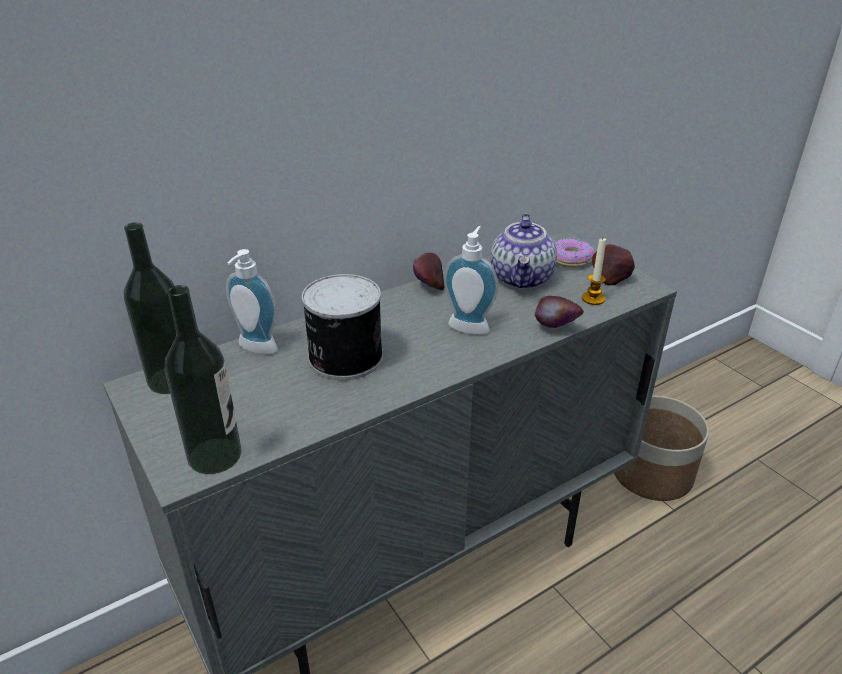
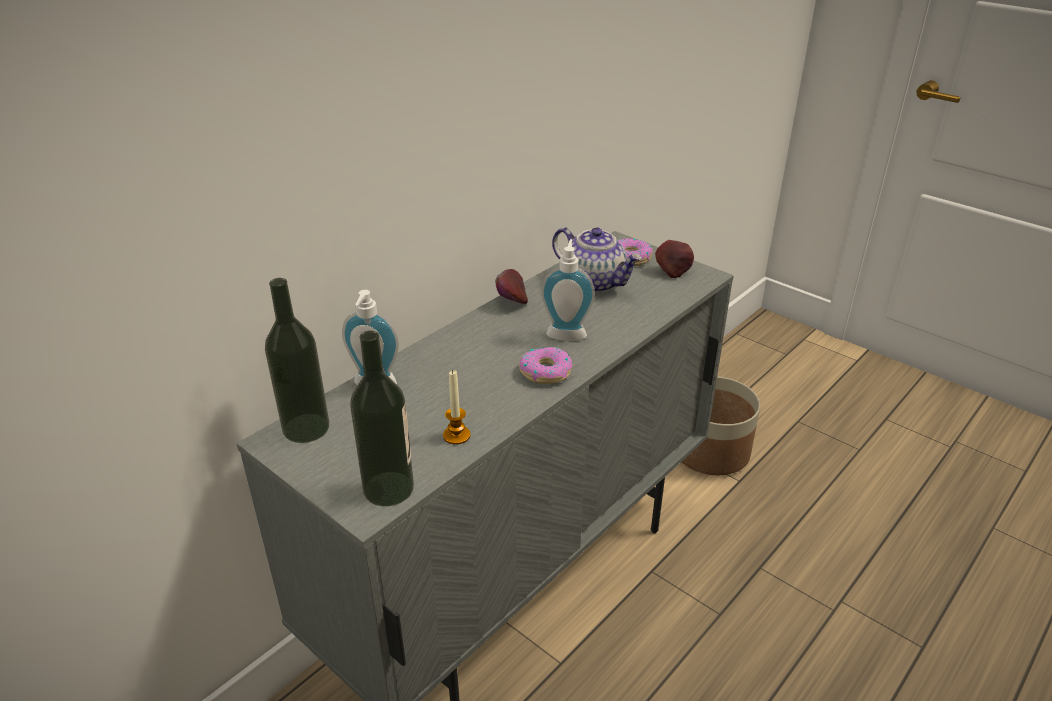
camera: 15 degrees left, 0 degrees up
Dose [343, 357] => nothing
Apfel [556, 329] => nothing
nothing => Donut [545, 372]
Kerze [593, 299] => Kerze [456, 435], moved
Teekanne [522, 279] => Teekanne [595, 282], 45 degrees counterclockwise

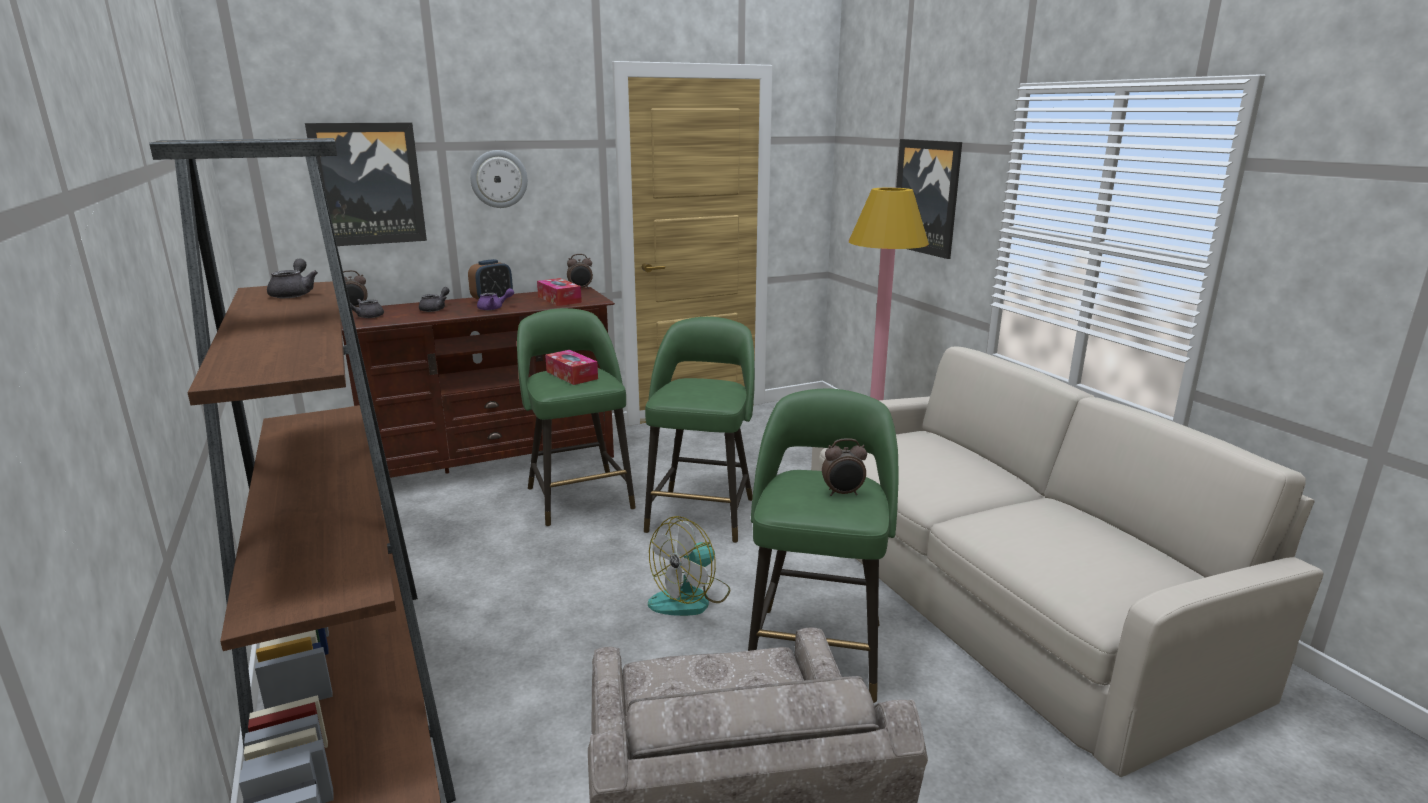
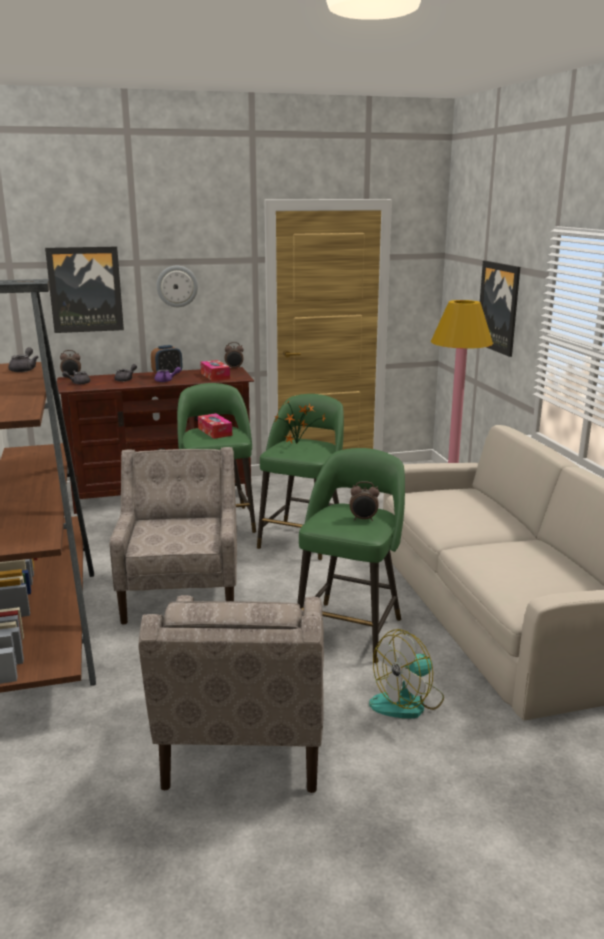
camera: 10 degrees right, 0 degrees up
nothing => Sessel/beige [182, 591]
nothing => Topfpflanze [297, 444]
Ventilator [691, 598] => Ventilator [408, 702], moved

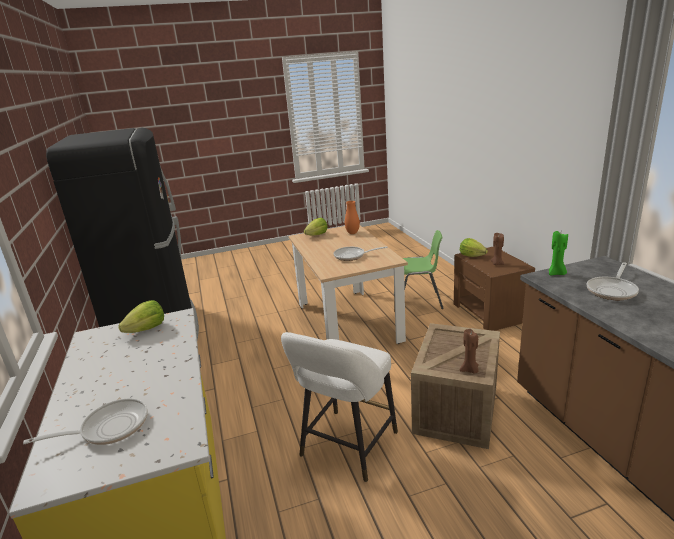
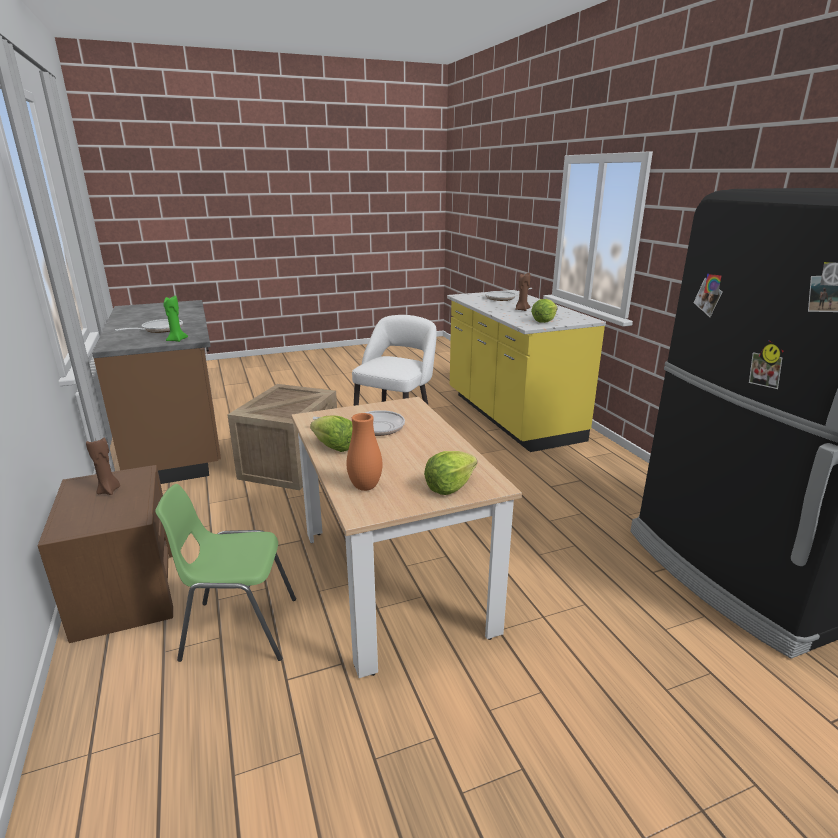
camera: 175 degrees right, 0 degrees up
Salatkopf [472, 255] => Salatkopf [334, 447], moved
Kerze/braun [470, 370] => Kerze/braun [521, 309], moved

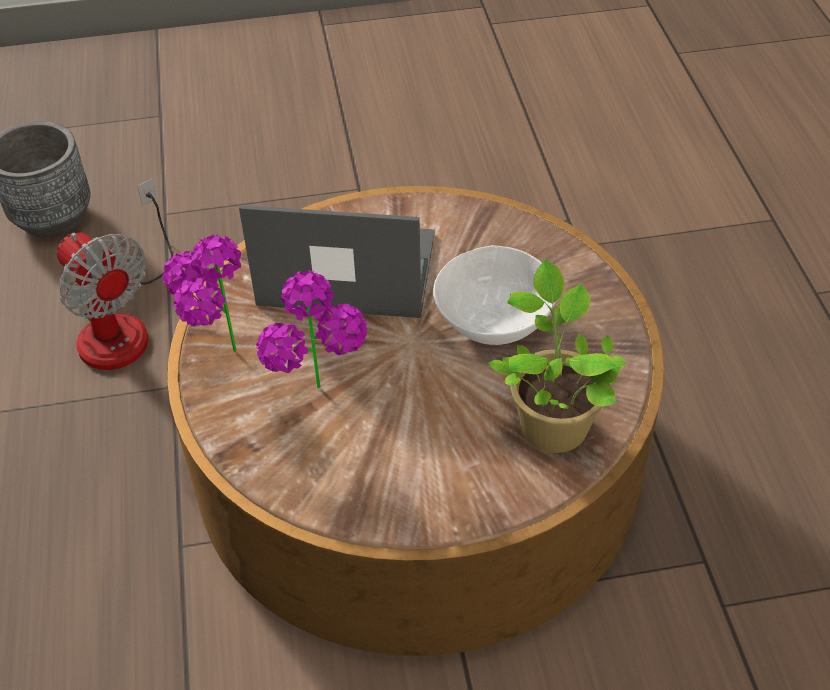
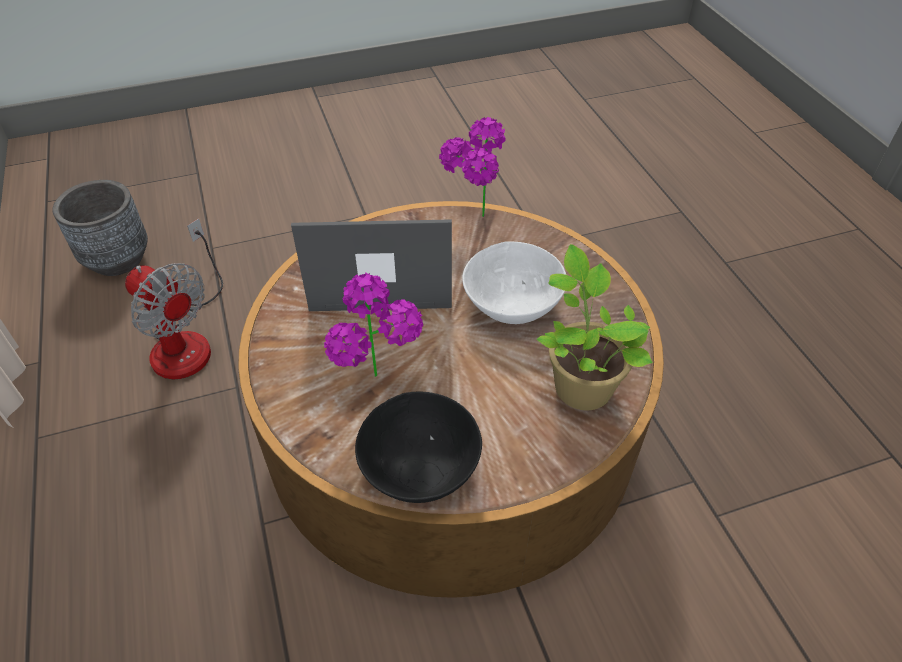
camera: 10 degrees left, 0 degrees up
nothing => Schüssel/schwarz [420, 468]
Topfpflanze [217, 358] => Topfpflanze [472, 221], moved

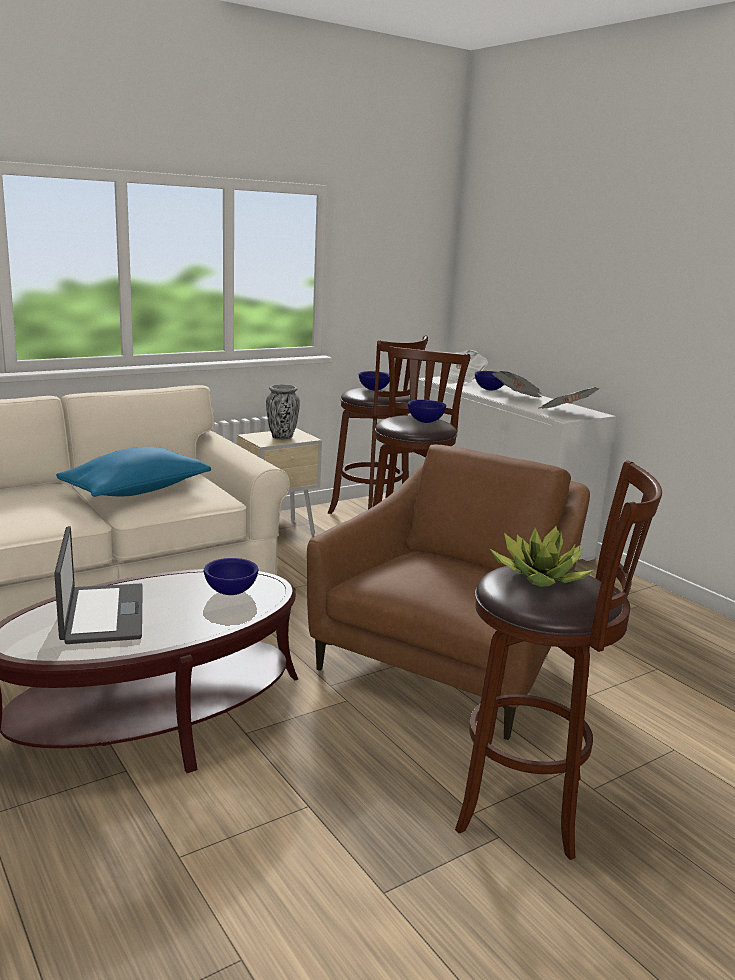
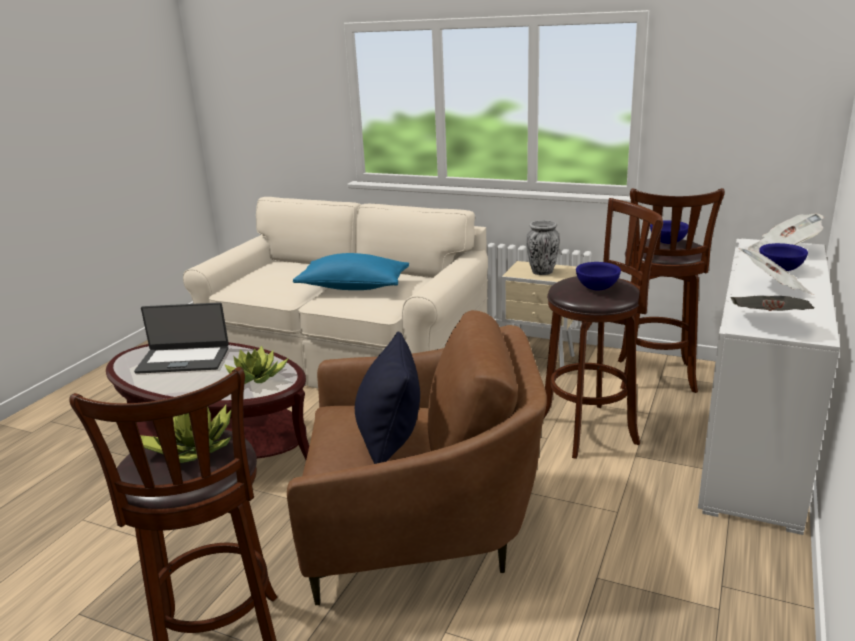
camera: 60 degrees right, 5 degrees up
nothing => Kissen/schwarz [390, 440]
Schüssel/blau [231, 591] => Topfpflanze [256, 377]
Laptop [101, 614] => Laptop [183, 359], 45 degrees clockwise

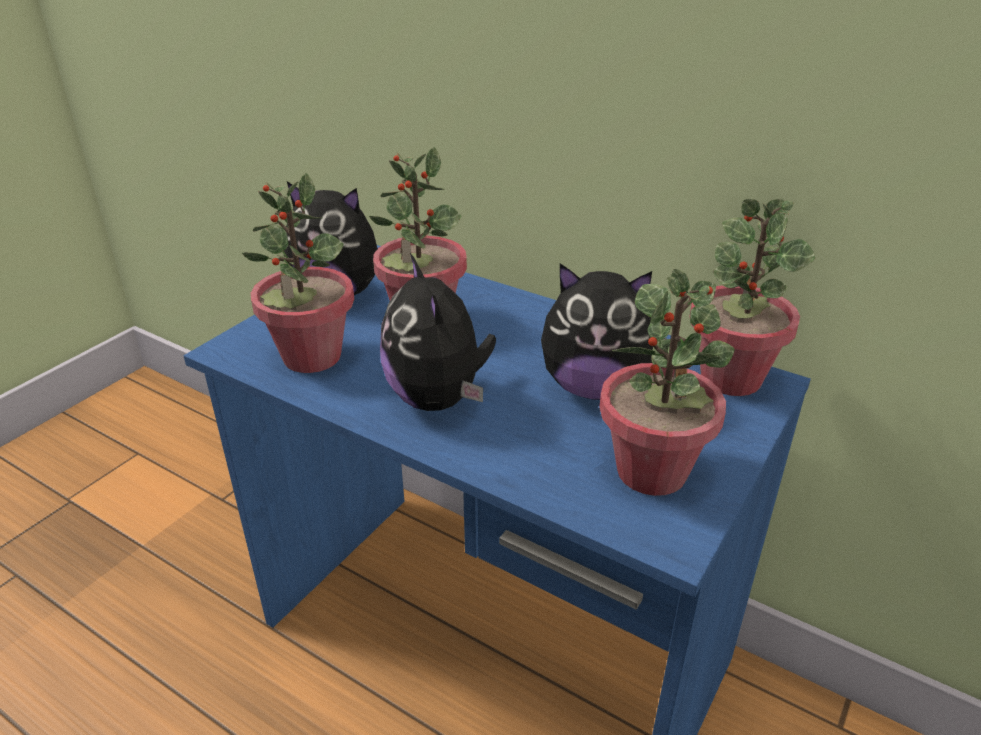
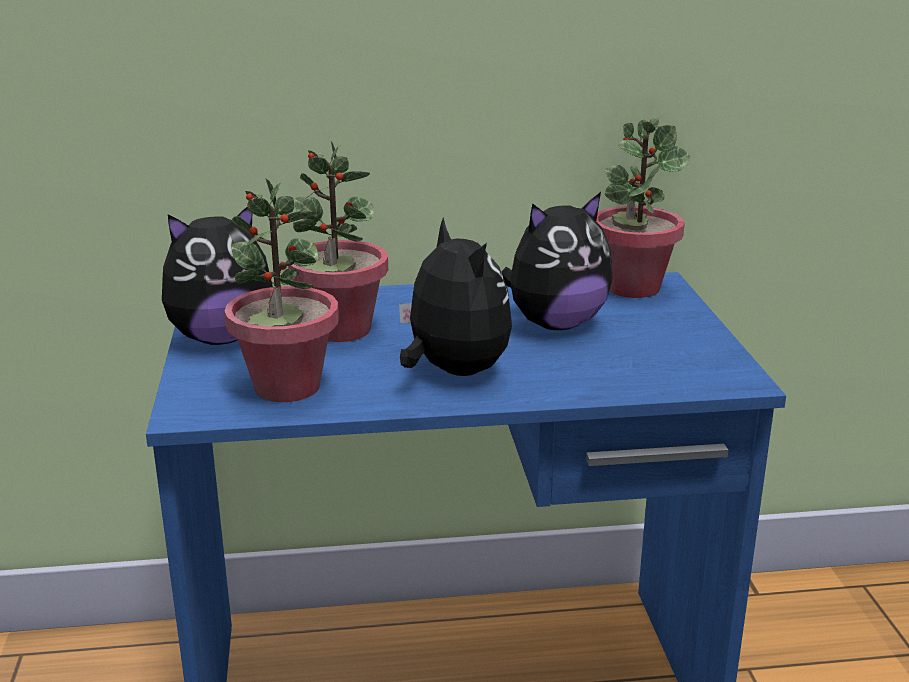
camera: 40 degrees left, 10 degrees down
Topfpflanze [652, 471] => nothing
Plüschtier [439, 398] => Plüschtier [453, 372], 150 degrees counterclockwise

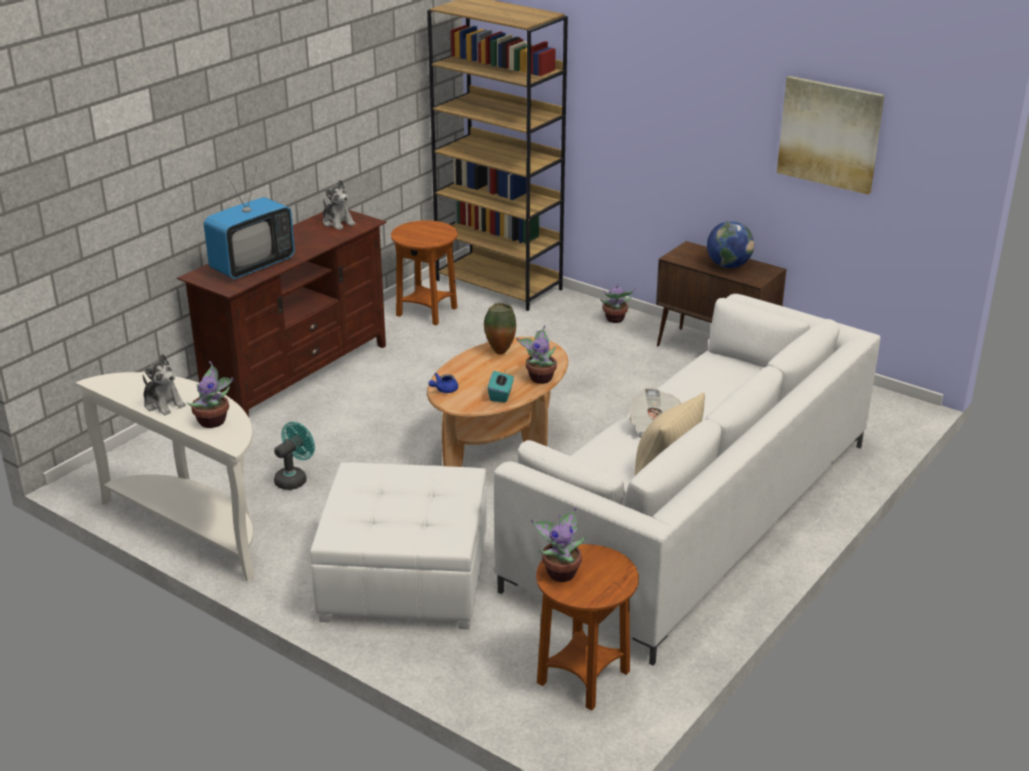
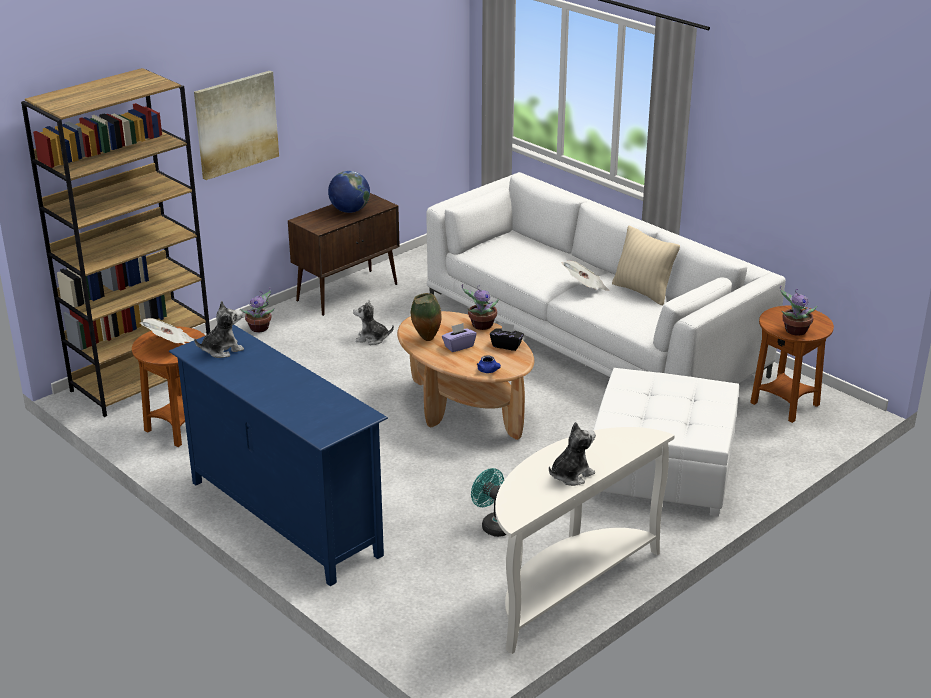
camera: 80 degrees left, 0 degrees up
Topfpflanze [214, 421] => nothing
Fernseher [252, 266] => nothing
nothing => Zeitung [170, 344]
nothing => Plüschtier [372, 339]
nothing => Taschentuchbox/lila [458, 346]
Bild [830, 134] => Bild [236, 124], moved
Fernsehschrank/braun [297, 376] => Fernsehschrank/blau [283, 518]
Taschentuchbox/türkis [501, 395] => Taschentuchbox/schwarz [506, 345]

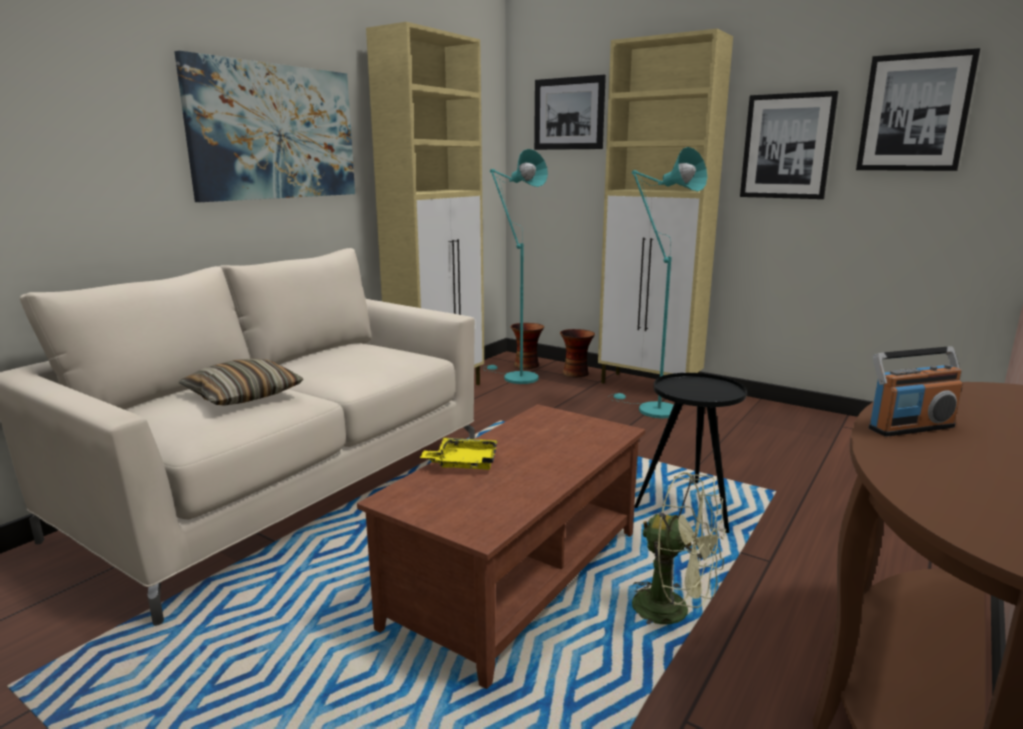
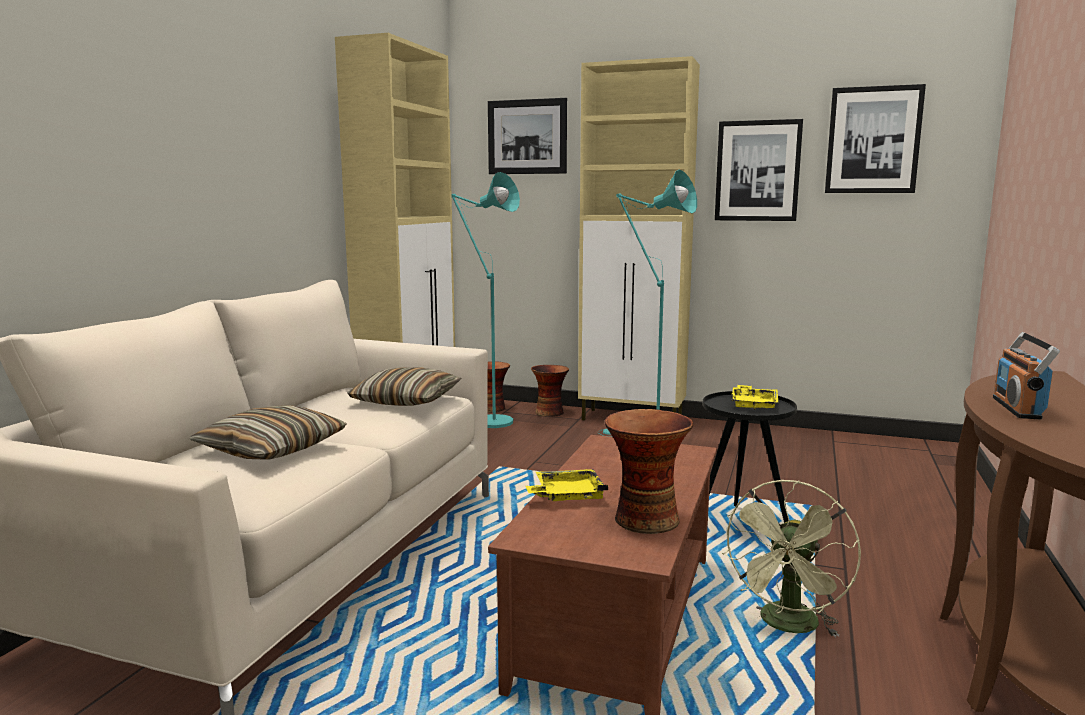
camera: 15 degrees left, 5 degrees down
Bild [274, 132] => nothing
nothing => Kissen [406, 401]
nothing => Vase [644, 519]
nothing => Tablett/gelb [753, 405]
Ventilator/grün [674, 611] => Ventilator/grün [788, 627], 105 degrees clockwise
Radio [910, 427] => Radio [1017, 408], 135 degrees clockwise

